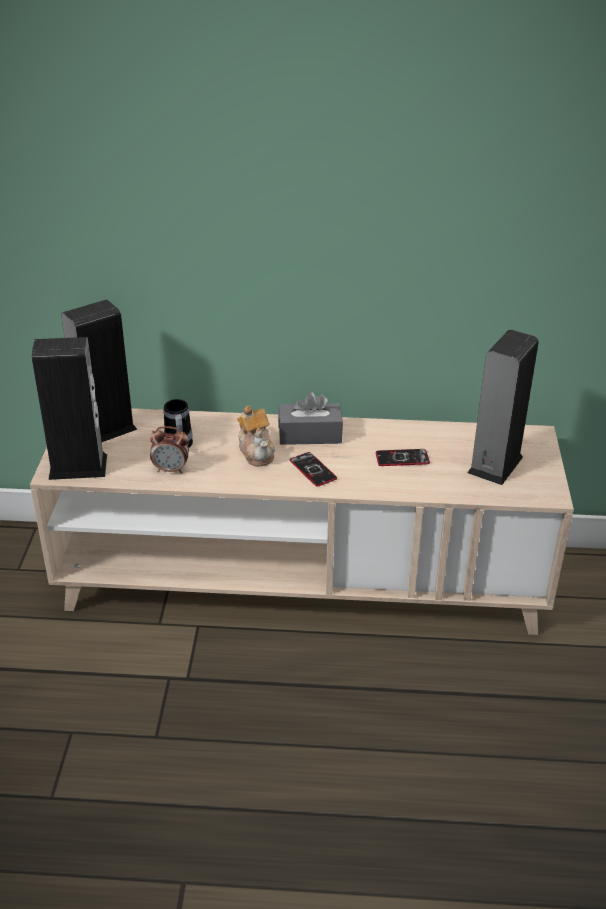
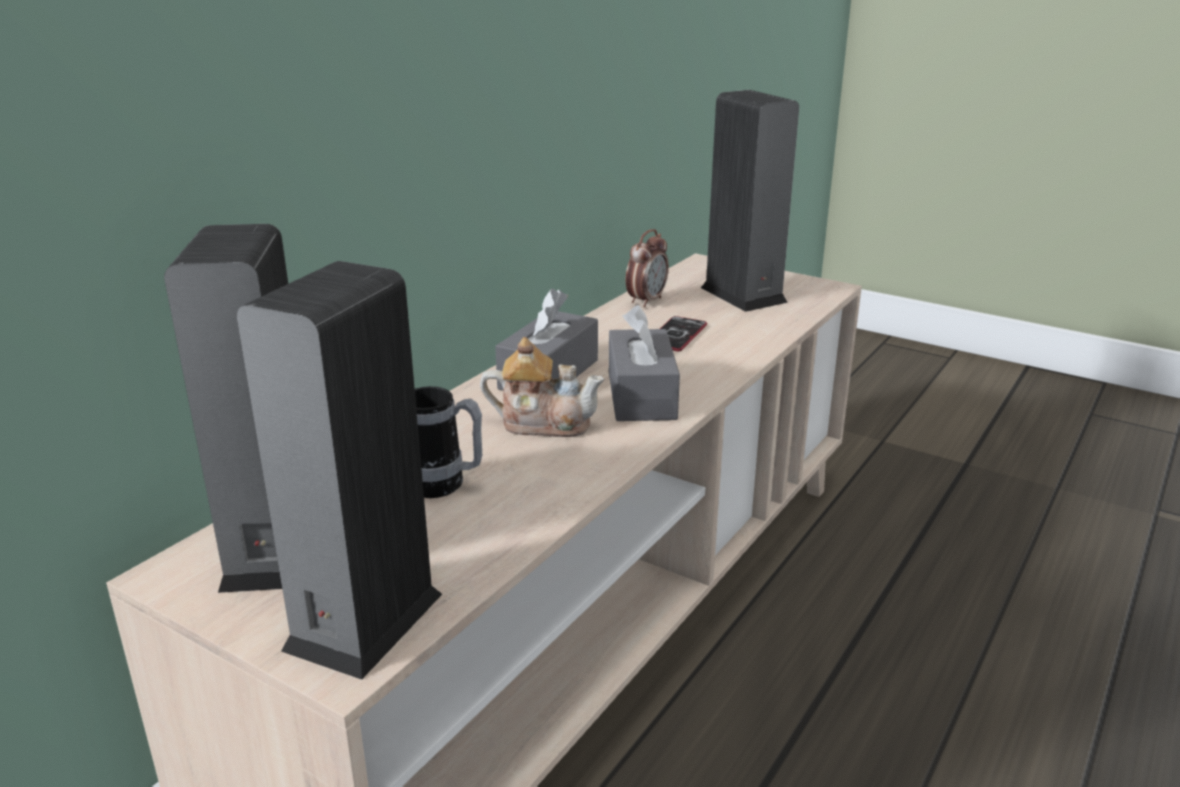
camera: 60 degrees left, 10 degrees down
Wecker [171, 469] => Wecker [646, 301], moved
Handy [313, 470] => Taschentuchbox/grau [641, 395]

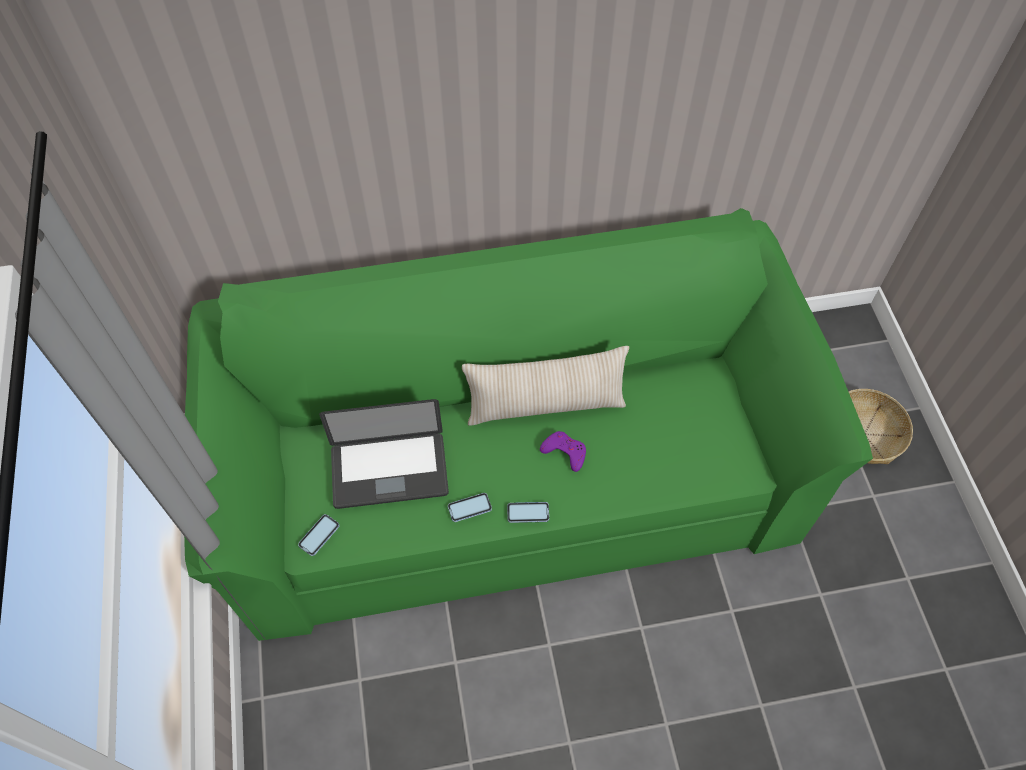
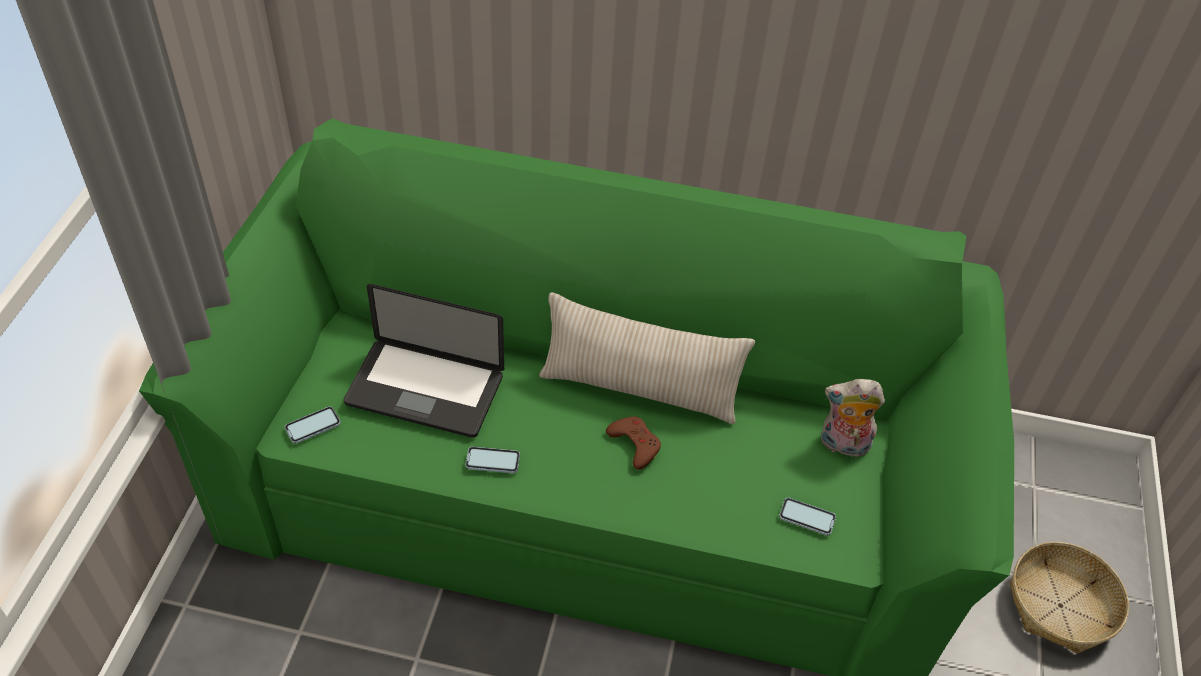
camera: 20 degrees right, 10 degrees down
nothing => Plüschtier [842, 445]
Handy [528, 513] => Handy [807, 517], moved
Gamepad/lila [564, 452] => Gamepad/braun [634, 444]

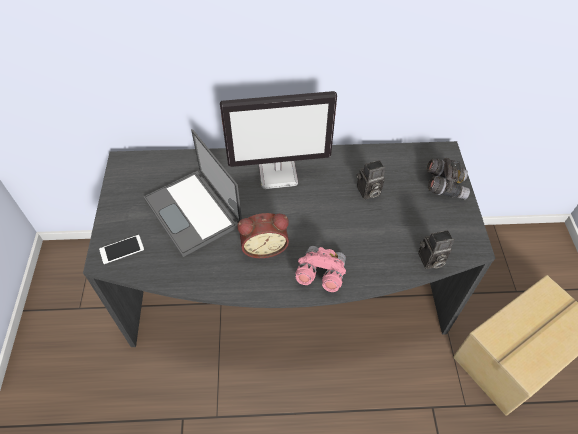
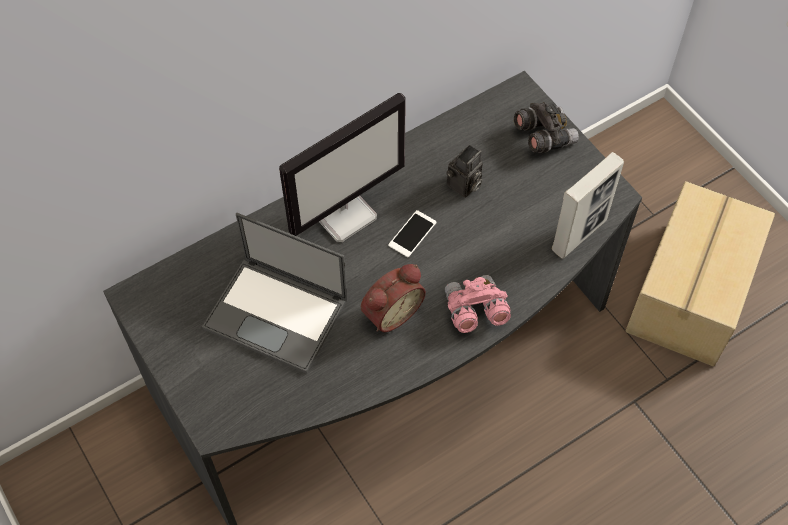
camera: 30 degrees left, 5 degrees up
Handy [121, 249] => Handy [412, 234], moved
Kamera [430, 260] => Bilderrahmen [579, 235]

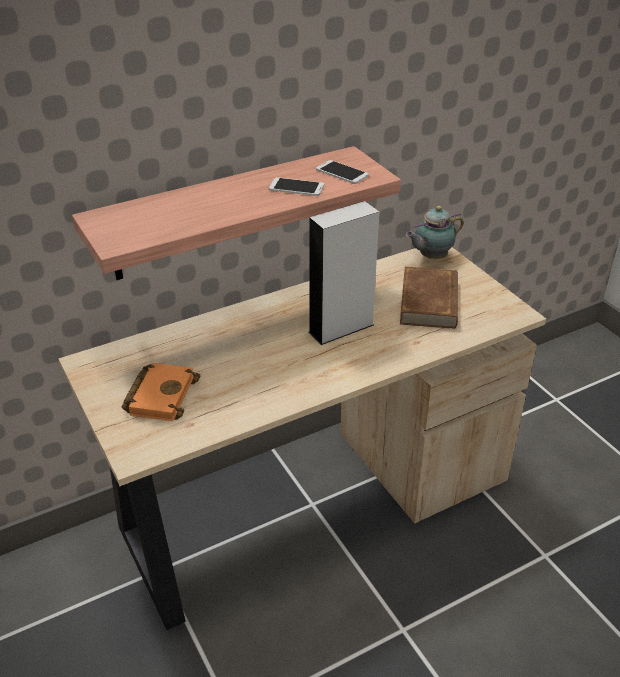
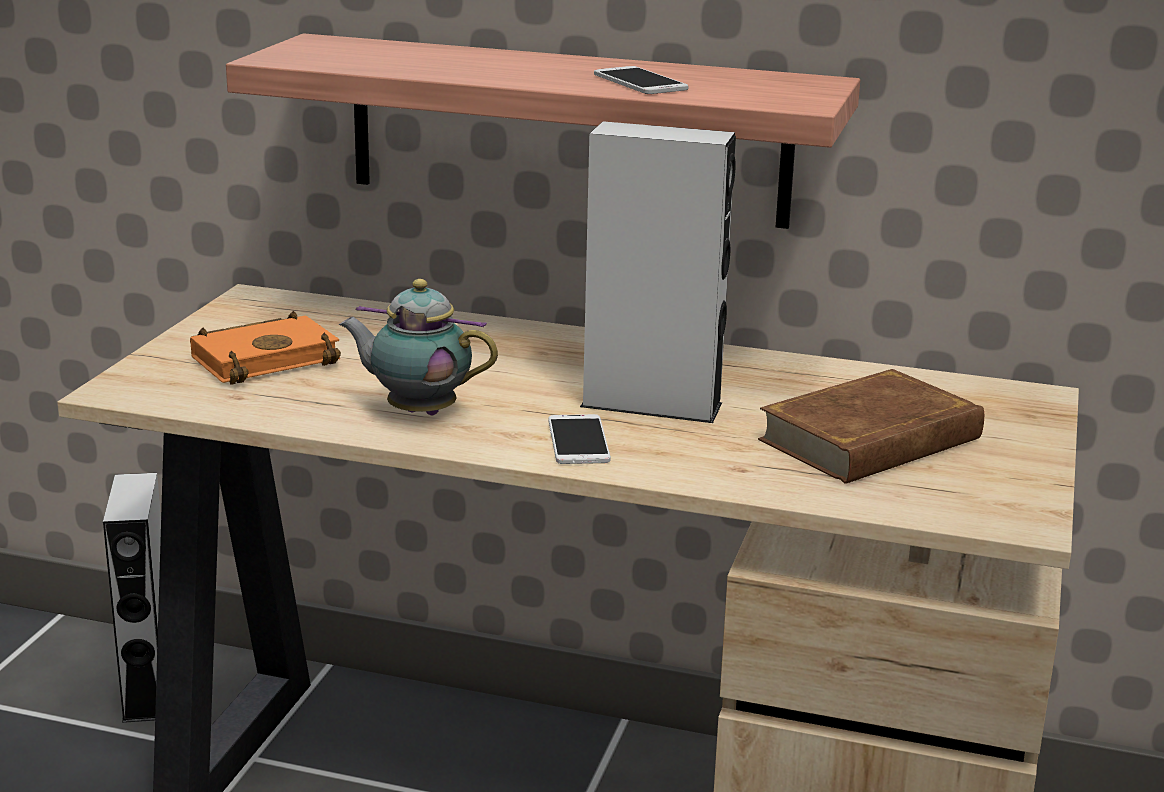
camera: 45 degrees right, 15 degrees down
nothing => Lautsprecher/grau [149, 691]
Handy [342, 172] => Handy [578, 440], moved
Teekanne [431, 257] => Teekanne [417, 412], moved

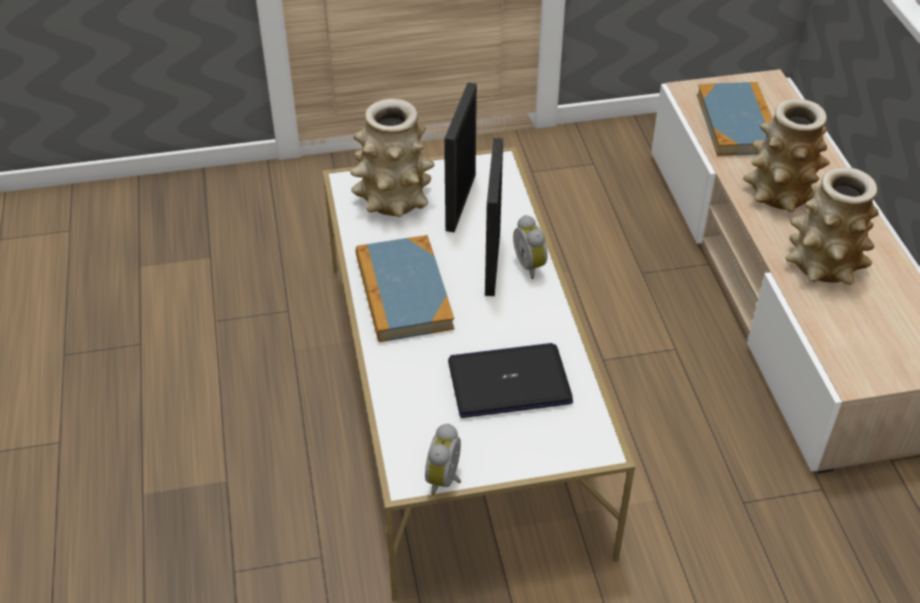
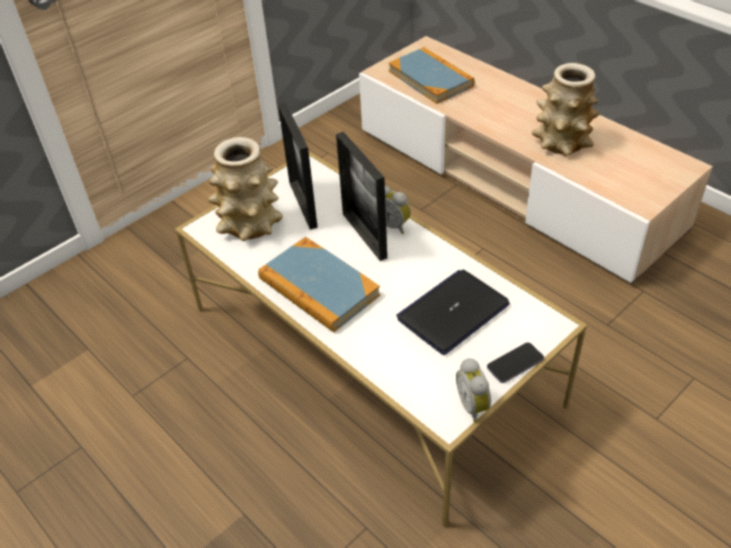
camera: 30 degrees left, 0 degrees up
Vase [780, 192] => nothing
nothing => Handy [515, 363]

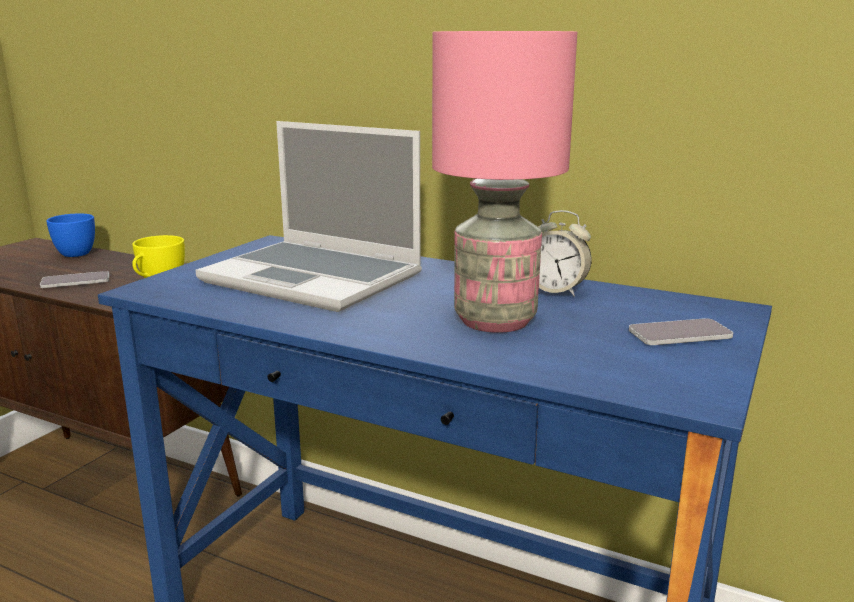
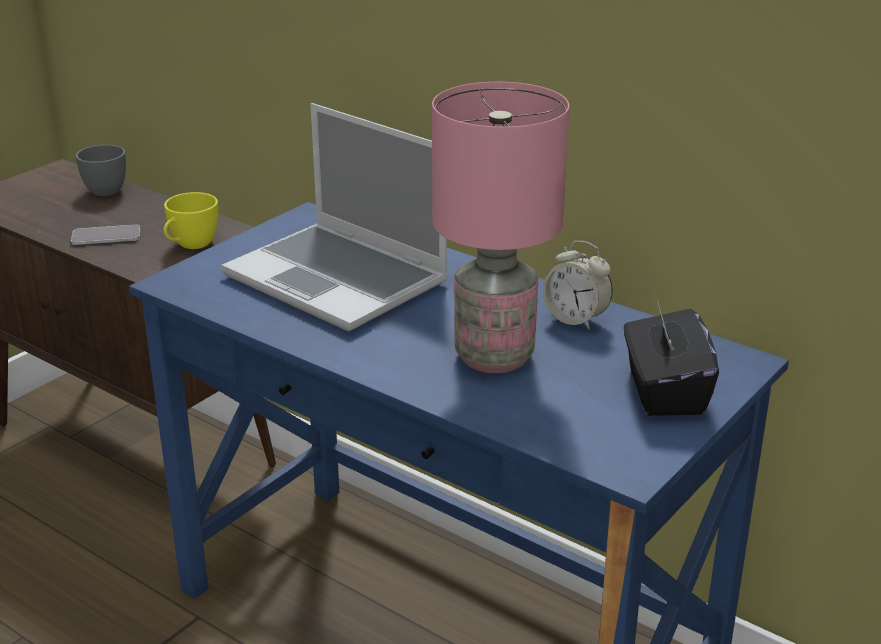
camera: 10 degrees right, 10 degrees up
Handy [679, 334] => Taschentuchbox/schwarz [664, 391]
Tasse/blau [75, 252] => Tasse/grau [105, 188]

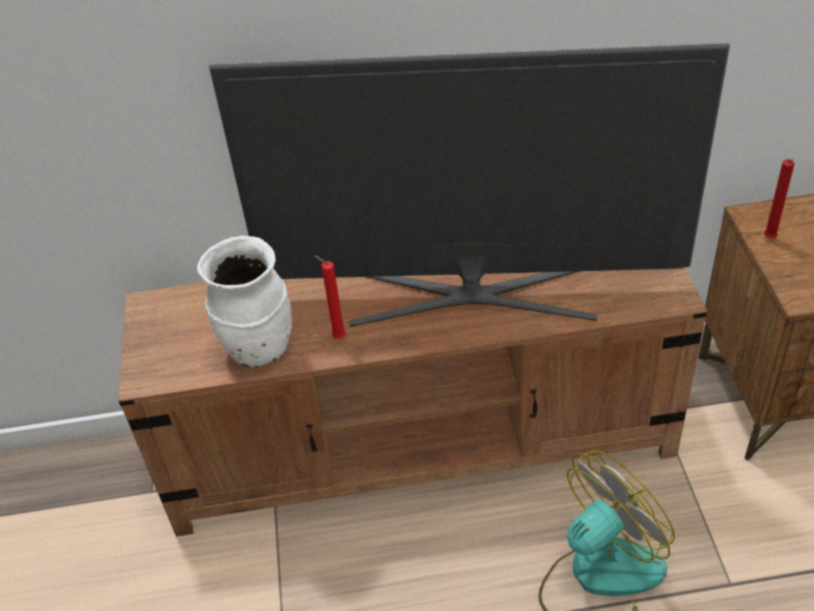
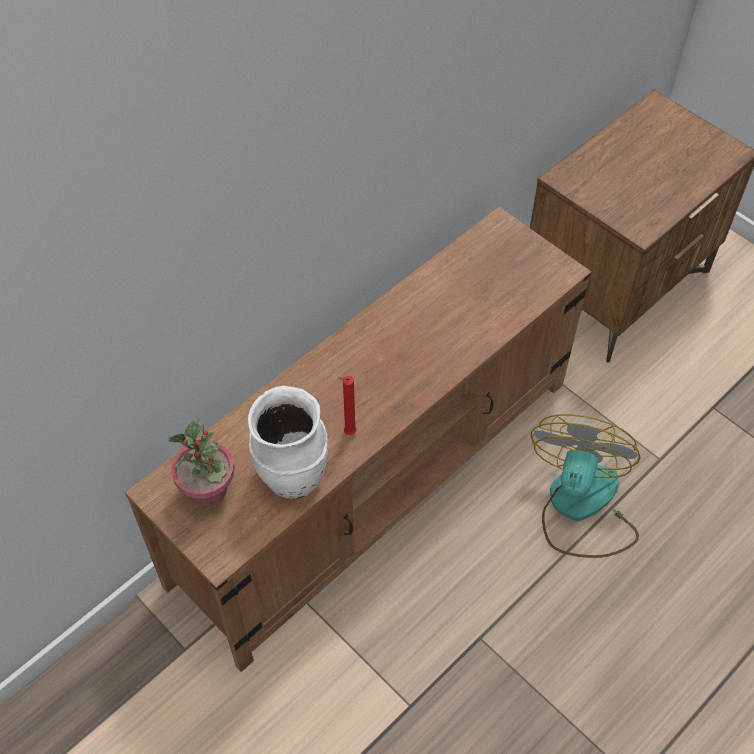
camera: 40 degrees left, 10 degrees up
Fernseher [472, 293] => nothing
Kerze/rot [769, 239] => nothing
nothing => Topfpflanze [209, 491]

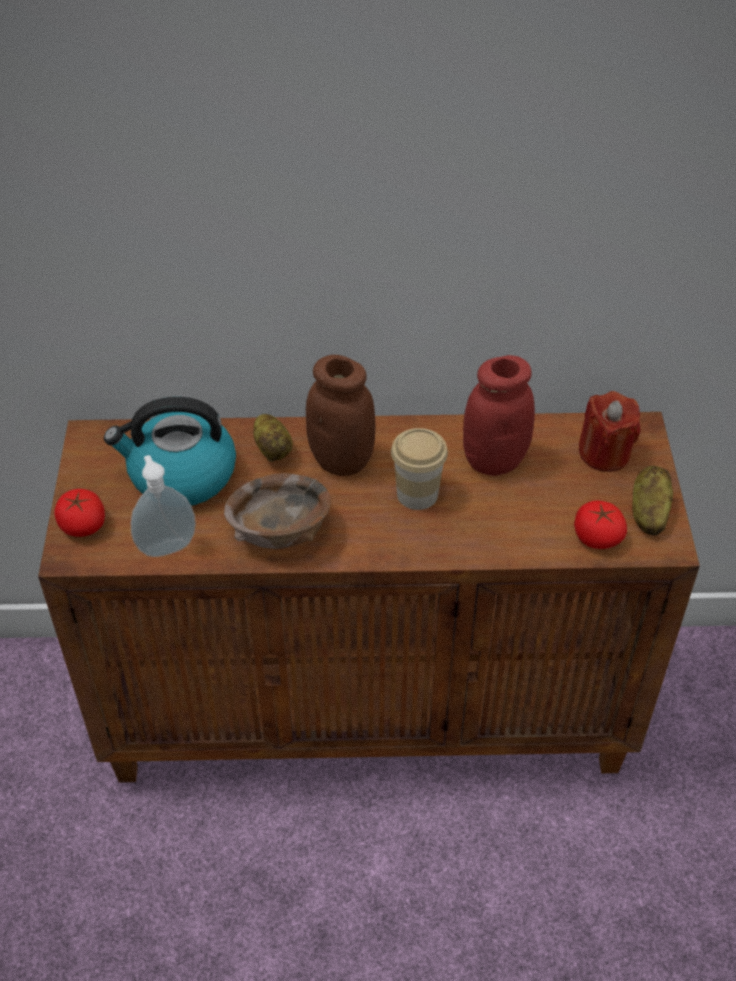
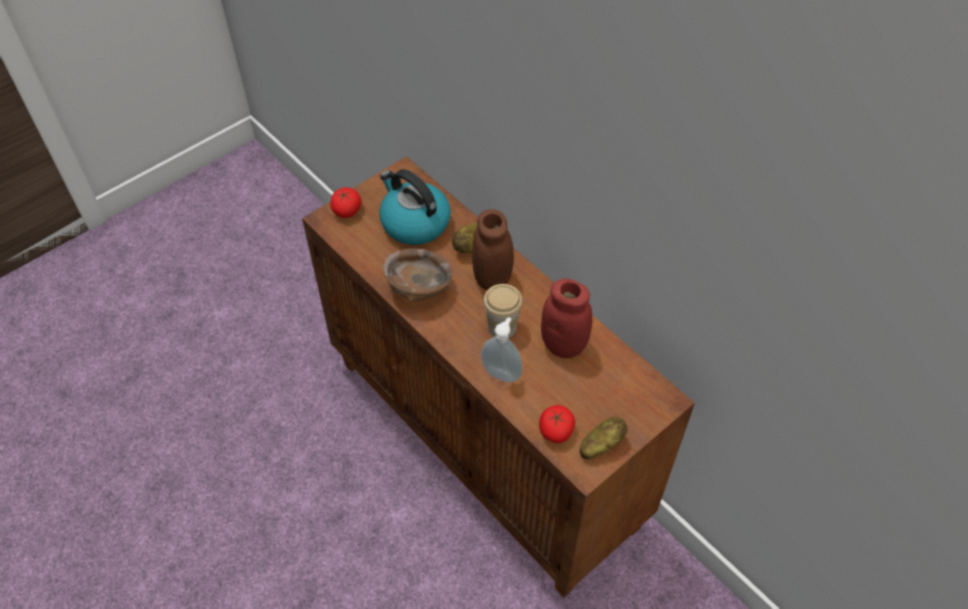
camera: 50 degrees right, 5 degrees up
Kerze/rot [604, 453] => nothing
Seifenspender [166, 545] => Seifenspender [502, 373], moved

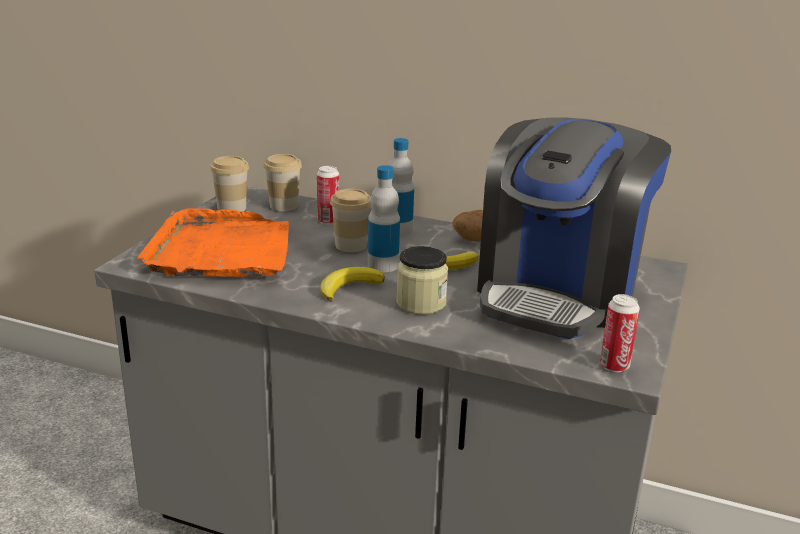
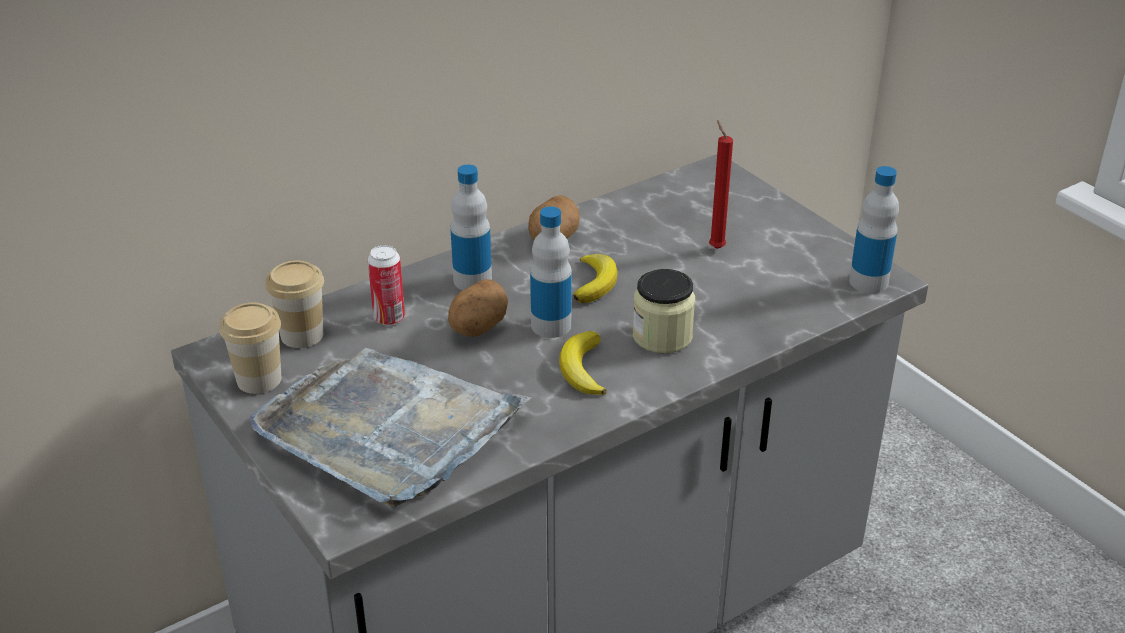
camera: 55 degrees left, 10 degrees up
Tasse [350, 245] => Kartoffel [477, 328]
Kaffeemaschine [559, 293] => Kerze/rot [715, 247]
Dose [614, 366] => Flasche [868, 282]
Tablett/orange [222, 251] => Tablett/grau [389, 430]

